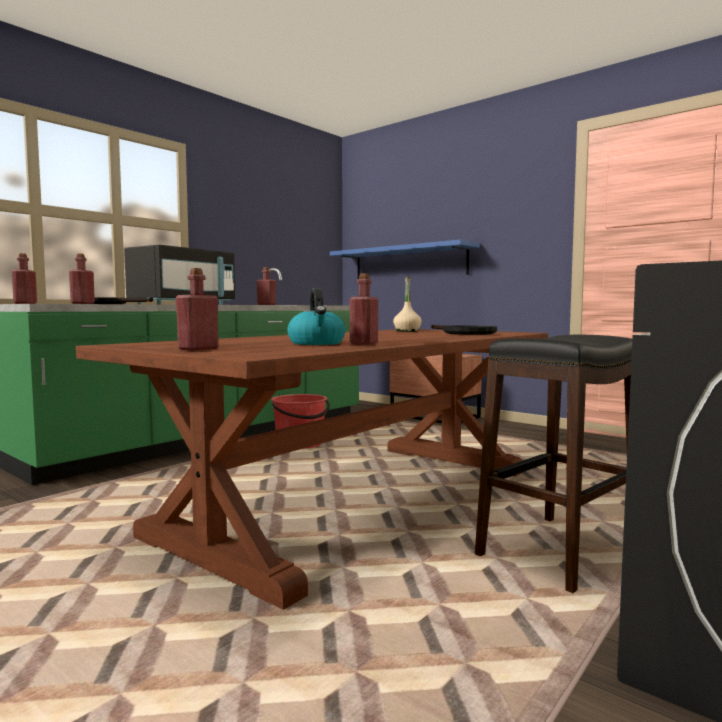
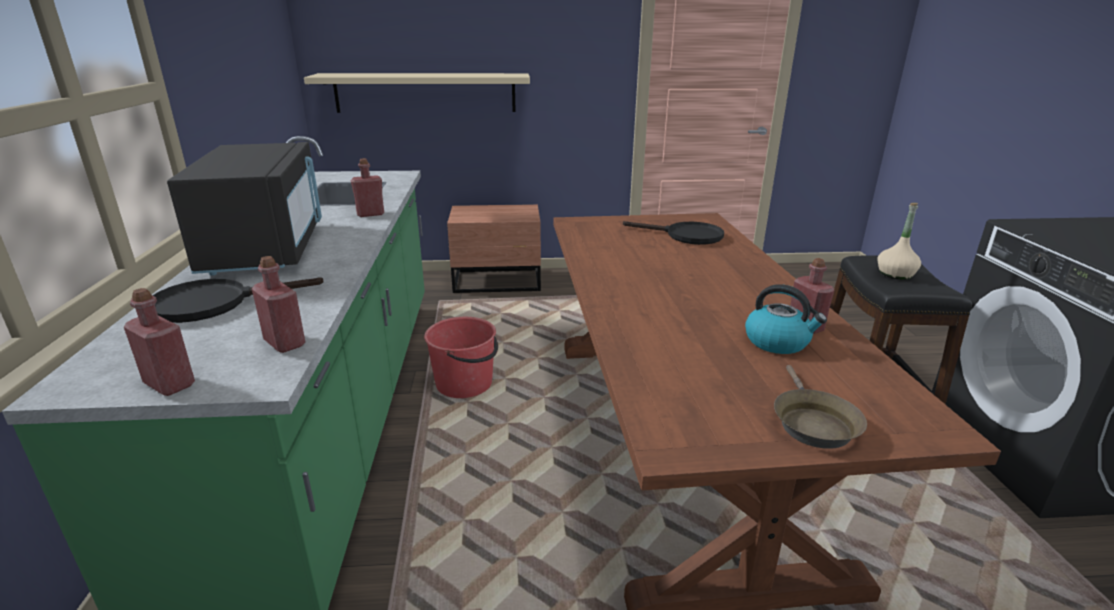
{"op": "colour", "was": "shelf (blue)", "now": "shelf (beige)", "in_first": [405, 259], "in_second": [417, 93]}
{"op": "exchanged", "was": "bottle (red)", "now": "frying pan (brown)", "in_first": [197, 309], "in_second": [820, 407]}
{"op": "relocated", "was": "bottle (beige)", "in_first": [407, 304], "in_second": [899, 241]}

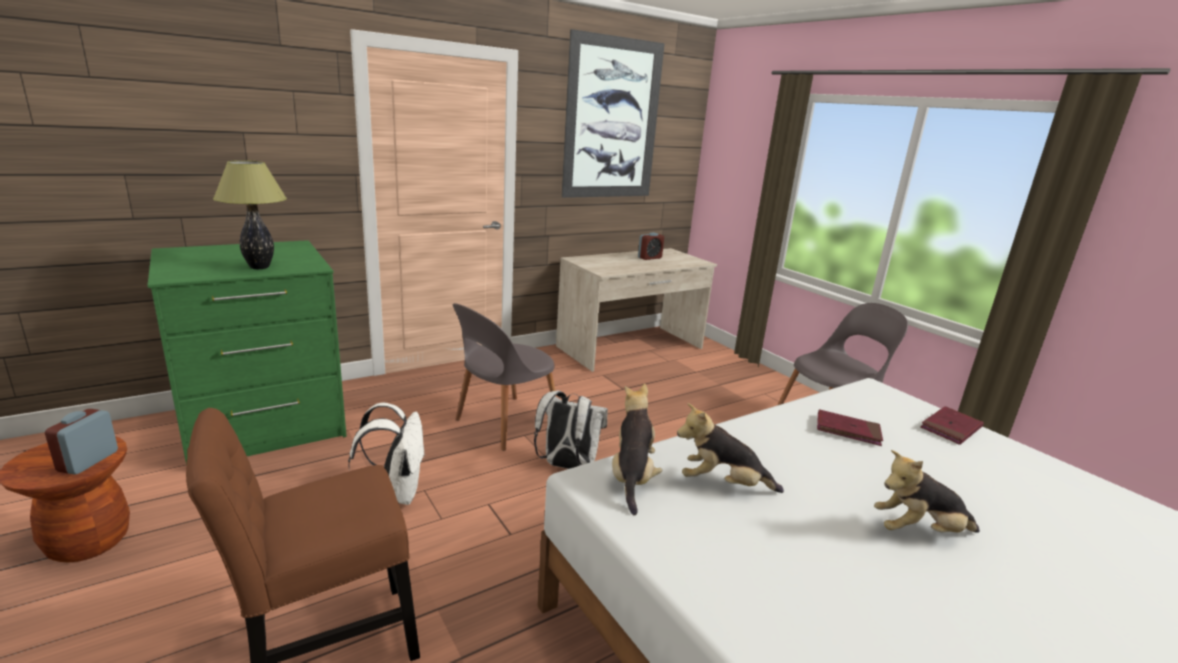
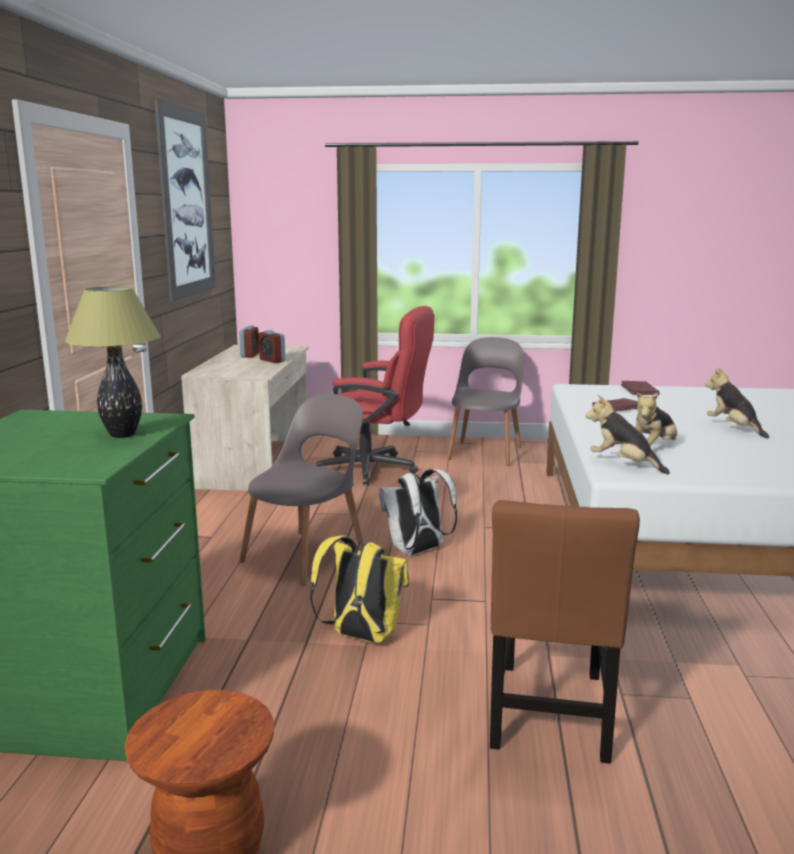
{"op": "spun", "was": "chair (grey)", "in_first": [505, 377], "in_second": [301, 490], "clockwise": -135}
{"op": "colour", "was": "backpack (white)", "now": "backpack (yellow)", "in_first": [387, 454], "in_second": [359, 589]}
{"op": "relocated", "was": "alarm clock", "in_first": [81, 442], "in_second": [271, 346]}
{"op": "spun", "was": "plush toy", "in_first": [927, 491], "in_second": [737, 403], "clockwise": 120}
{"op": "appeared", "now": "office chair (red)", "in_second": [375, 395]}

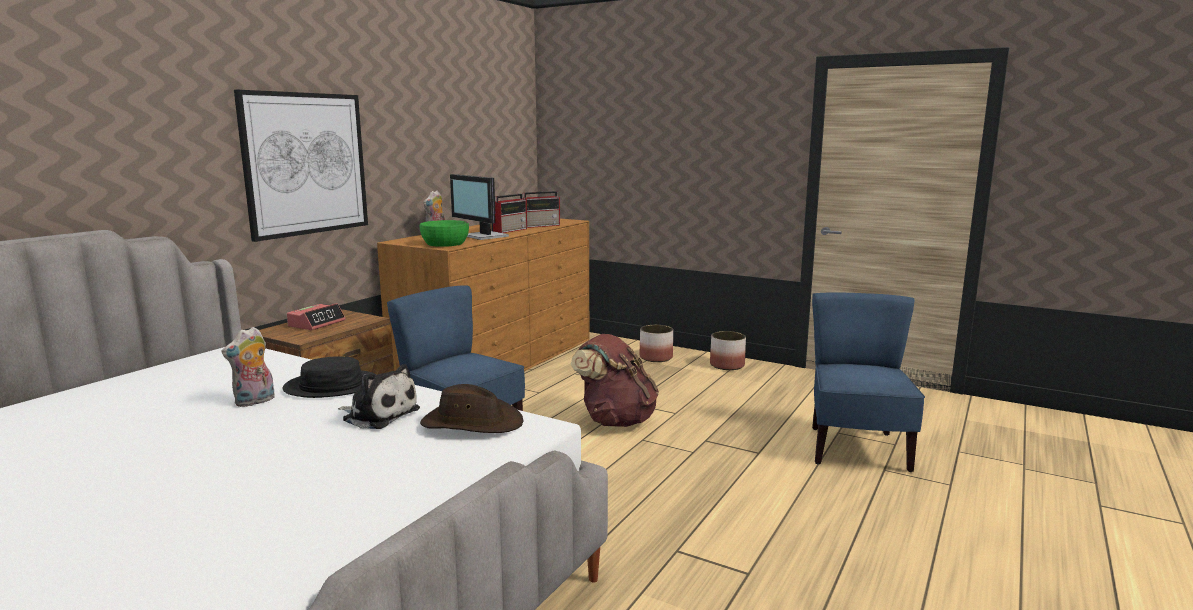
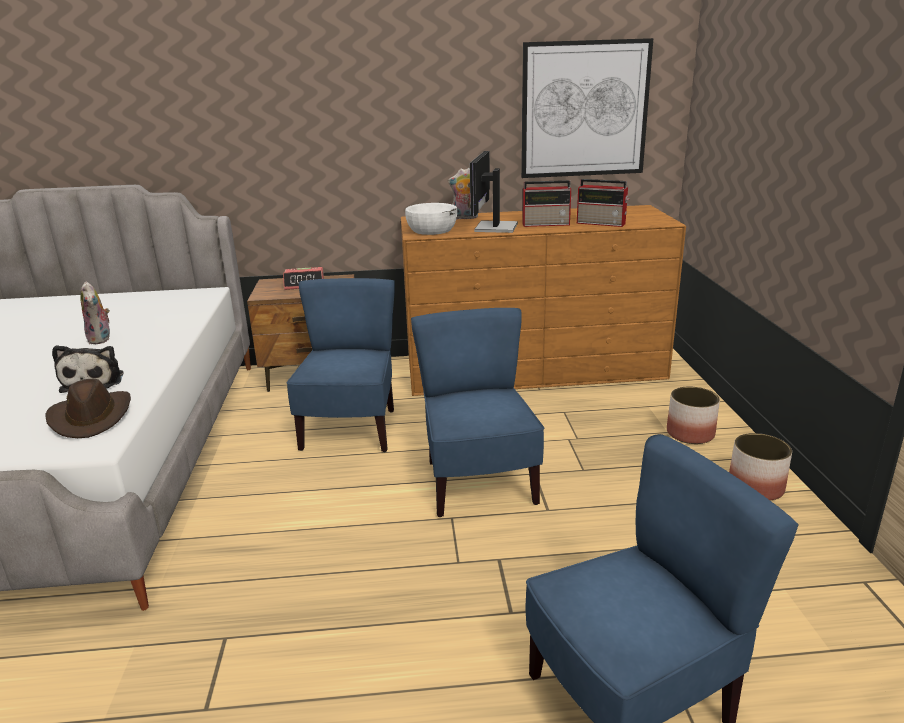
{"op": "relocated", "was": "picture", "in_first": [301, 166], "in_second": [587, 108]}
{"op": "colour", "was": "bowl (green)", "now": "bowl (white)", "in_first": [444, 233], "in_second": [431, 219]}
{"op": "spun", "was": "plush toy", "in_first": [248, 367], "in_second": [95, 313], "clockwise": -120}
{"op": "exchanged", "was": "backpack (brown)", "now": "chair (blue)", "in_first": [615, 380], "in_second": [477, 412]}
{"op": "missing", "was": "hat (black)", "in_first": [329, 377]}

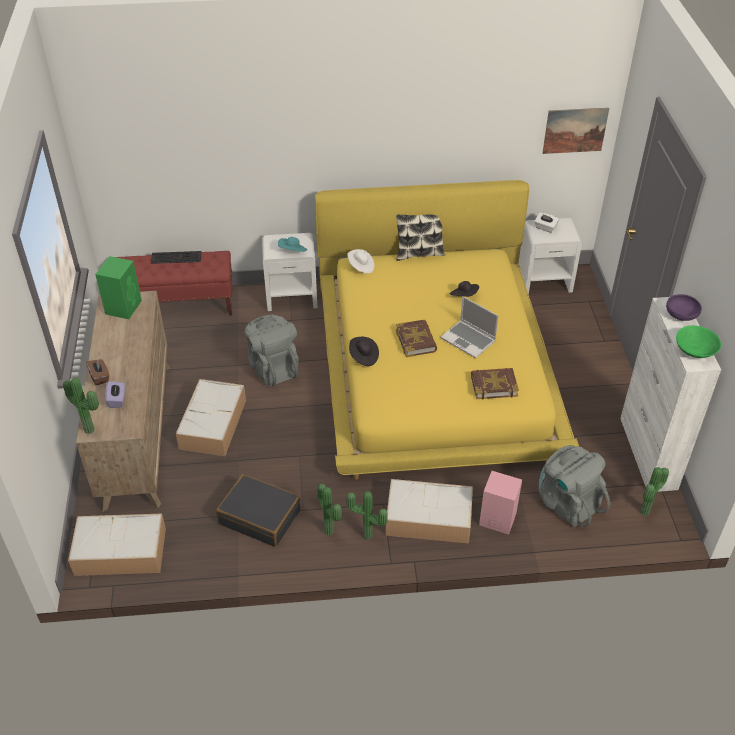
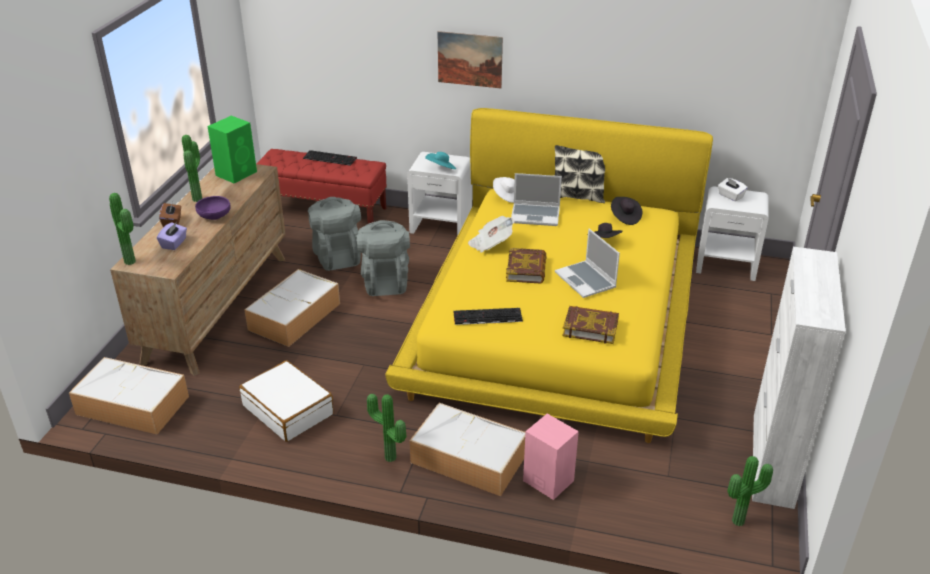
{"op": "relocated", "was": "picture", "in_first": [576, 131], "in_second": [470, 59]}
{"op": "relocated", "was": "bowl (purple)", "in_first": [684, 307], "in_second": [213, 208]}
{"op": "missing", "was": "bowl (green)", "in_first": [698, 341]}
{"op": "relocated", "was": "hat (black)", "in_first": [364, 351], "in_second": [626, 211]}
{"op": "relocated", "was": "backpack (grey)", "in_first": [574, 486], "in_second": [334, 234]}
{"op": "colour", "was": "suitcase (black)", "now": "suitcase (white)", "in_first": [258, 510], "in_second": [286, 401]}
{"op": "relocated", "was": "potted plant", "in_first": [330, 510], "in_second": [192, 168]}
{"op": "appeared", "now": "laptop", "in_second": [536, 199]}
{"op": "appeared", "now": "newspaper", "in_second": [491, 234]}
{"op": "appeared", "now": "keyboard", "in_second": [488, 316]}

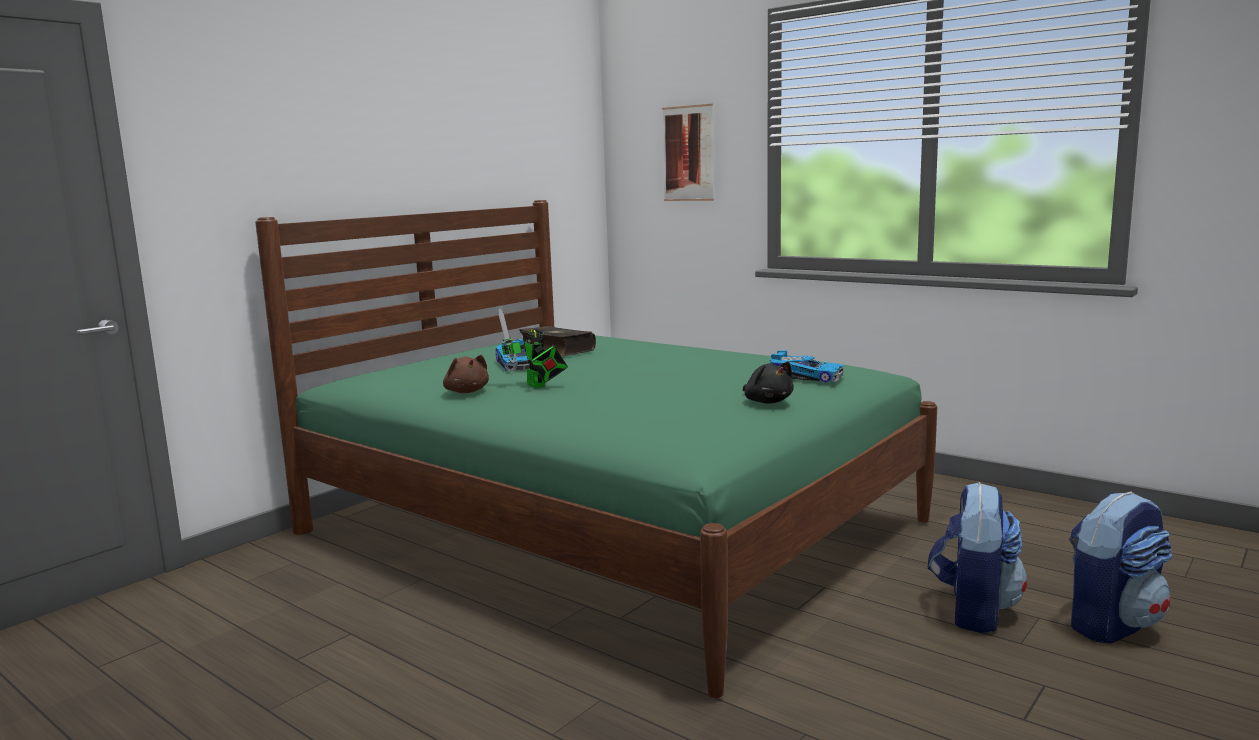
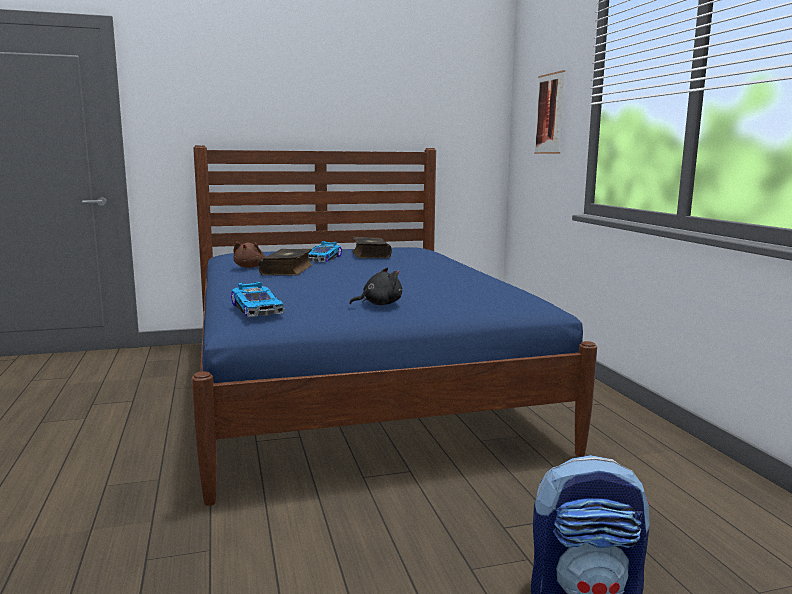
{"op": "colour", "was": "bed (green)", "now": "bed (blue)", "in_first": [596, 449], "in_second": [394, 325]}
{"op": "exchanged", "was": "toy robot", "now": "book", "in_first": [533, 348], "in_second": [285, 262]}
{"op": "relocated", "was": "toy car", "in_first": [807, 366], "in_second": [258, 299]}
{"op": "spun", "was": "plush toy (black)", "in_first": [768, 383], "in_second": [375, 286], "clockwise": -120}
{"op": "missing", "was": "backpack", "in_first": [977, 558]}

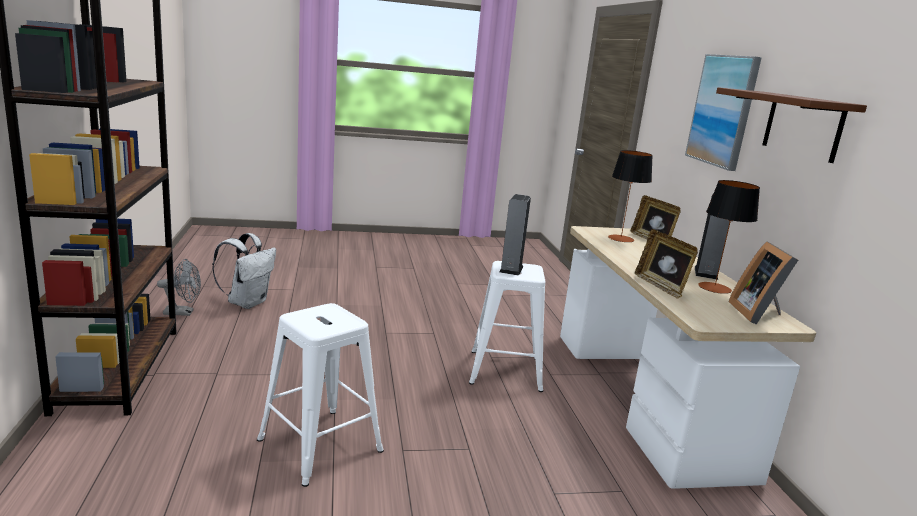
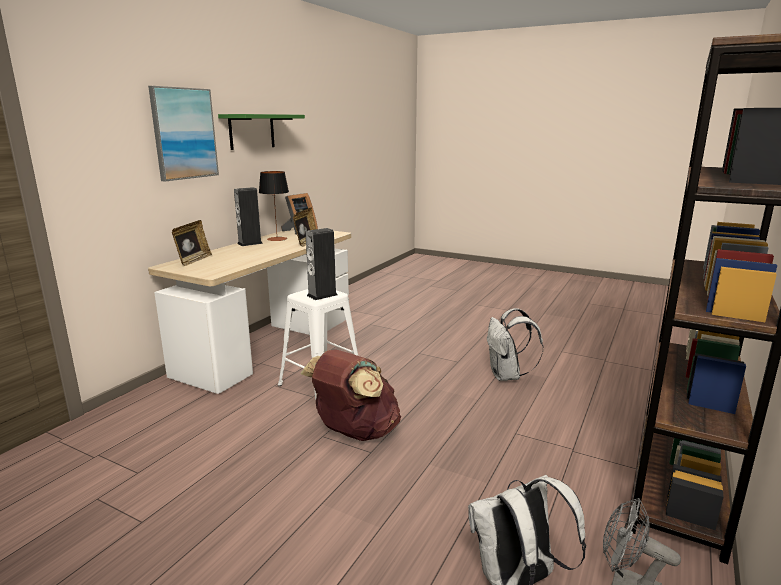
{"op": "colour", "was": "shelf (brown)", "now": "shelf (green)", "in_first": [791, 125], "in_second": [261, 132]}
{"op": "missing", "was": "table lamp", "in_first": [630, 196]}
{"op": "exchanged", "was": "stool (white)", "now": "backpack (white)", "in_first": [320, 395], "in_second": [515, 344]}
{"op": "appeared", "now": "backpack (brown)", "in_second": [350, 395]}

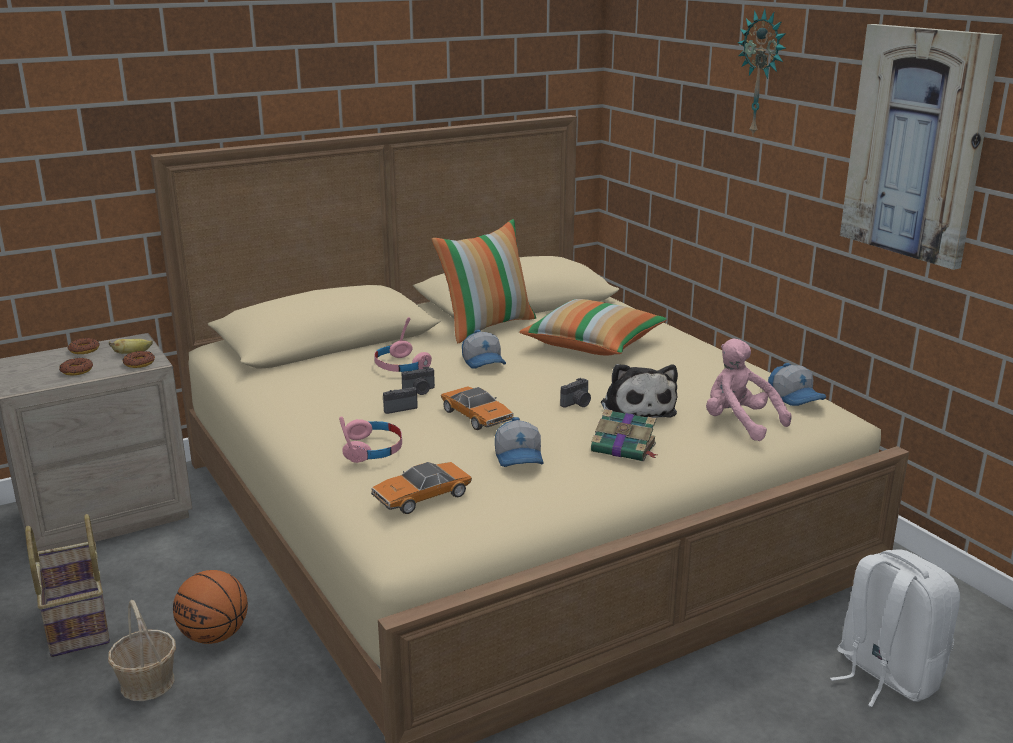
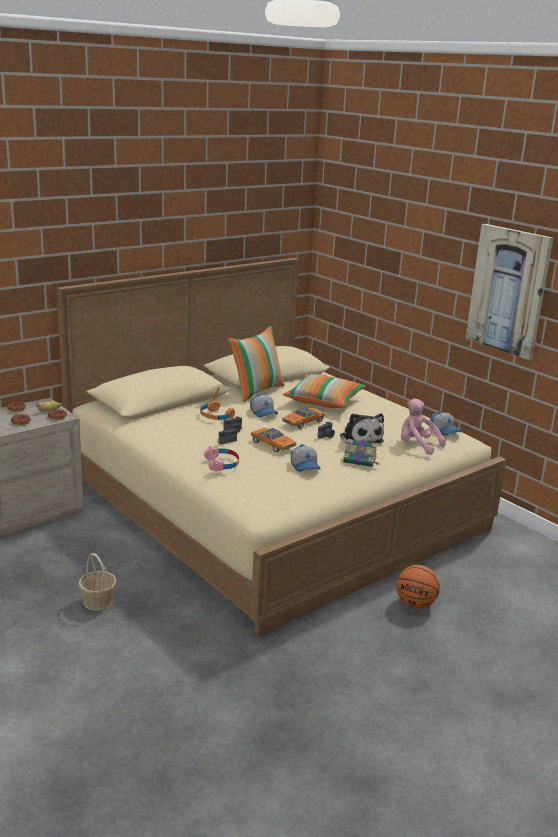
{"op": "missing", "was": "wall clock", "in_first": [761, 72]}
{"op": "colour", "was": "headphones (pink)", "now": "headphones (orange)", "in_first": [403, 344], "in_second": [217, 403]}
{"op": "relocated", "was": "toy car", "in_first": [421, 488], "in_second": [303, 418]}
{"op": "missing", "was": "basket", "in_first": [67, 585]}
{"op": "missing", "was": "backpack (white)", "in_first": [895, 628]}
{"op": "relocated", "was": "basketball", "in_first": [210, 607], "in_second": [418, 587]}

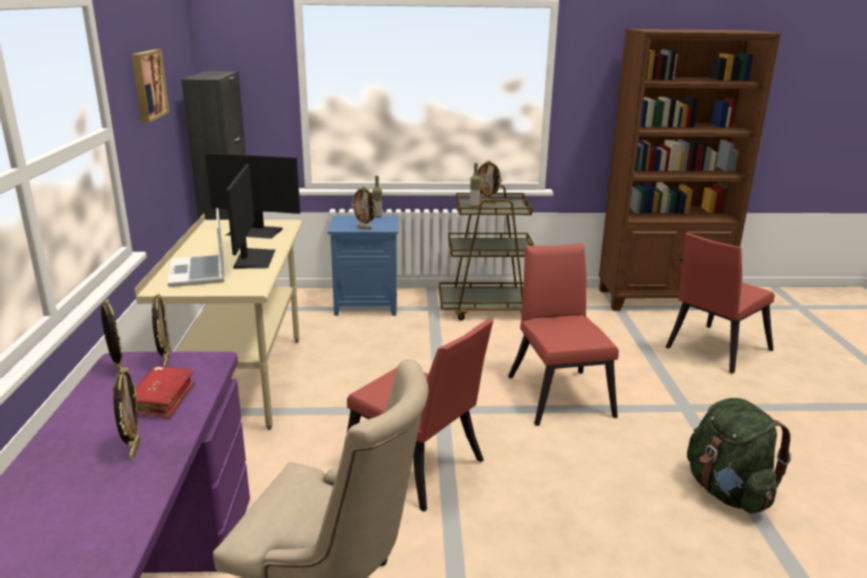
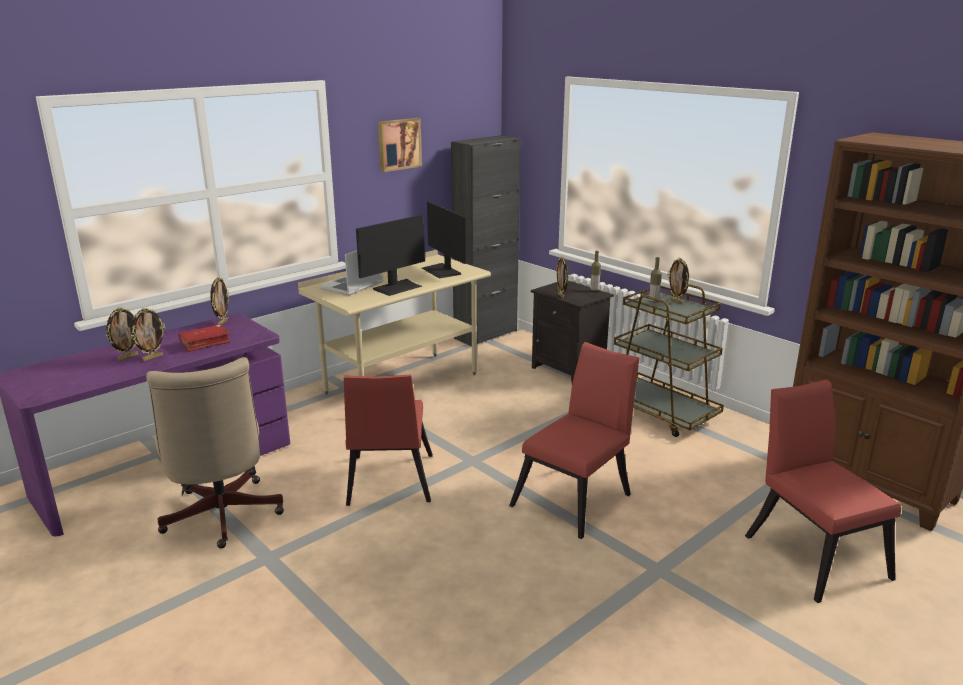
{"op": "colour", "was": "nightstand (blue)", "now": "nightstand (black)", "in_first": [363, 266], "in_second": [572, 332]}
{"op": "spun", "was": "chair (red)", "in_first": [720, 303], "in_second": [823, 491], "clockwise": 60}
{"op": "relocated", "was": "picture frame", "in_first": [161, 330], "in_second": [122, 334]}
{"op": "missing", "was": "backpack (green)", "in_first": [739, 456]}

